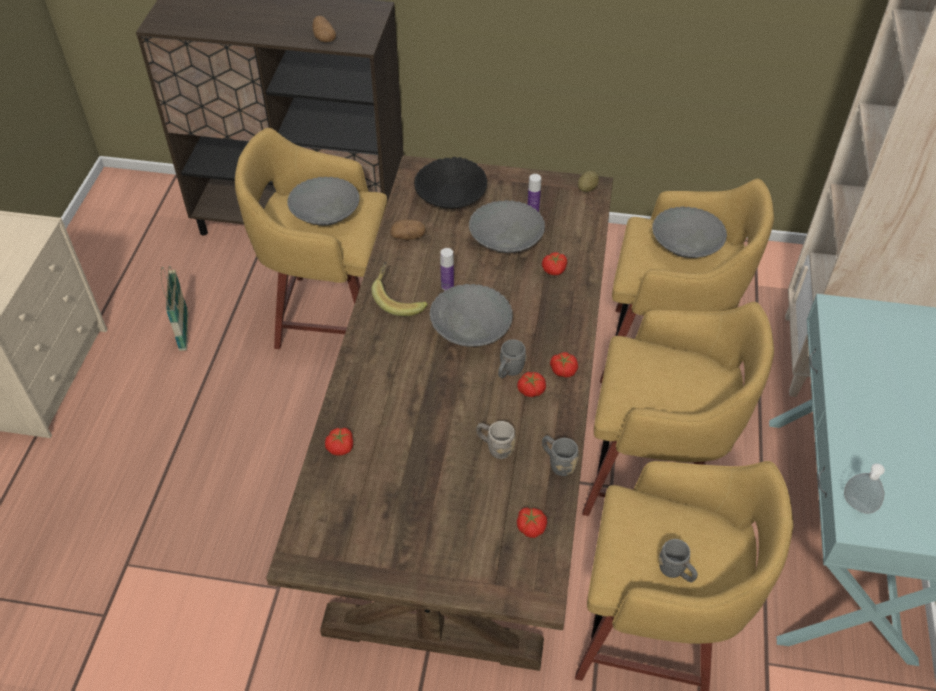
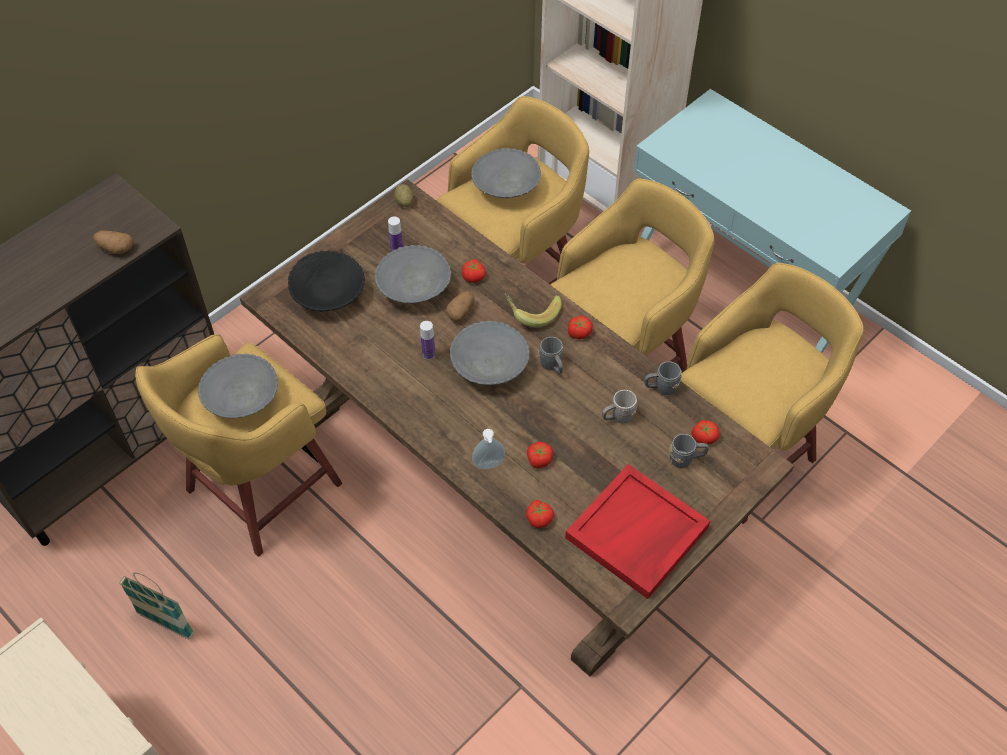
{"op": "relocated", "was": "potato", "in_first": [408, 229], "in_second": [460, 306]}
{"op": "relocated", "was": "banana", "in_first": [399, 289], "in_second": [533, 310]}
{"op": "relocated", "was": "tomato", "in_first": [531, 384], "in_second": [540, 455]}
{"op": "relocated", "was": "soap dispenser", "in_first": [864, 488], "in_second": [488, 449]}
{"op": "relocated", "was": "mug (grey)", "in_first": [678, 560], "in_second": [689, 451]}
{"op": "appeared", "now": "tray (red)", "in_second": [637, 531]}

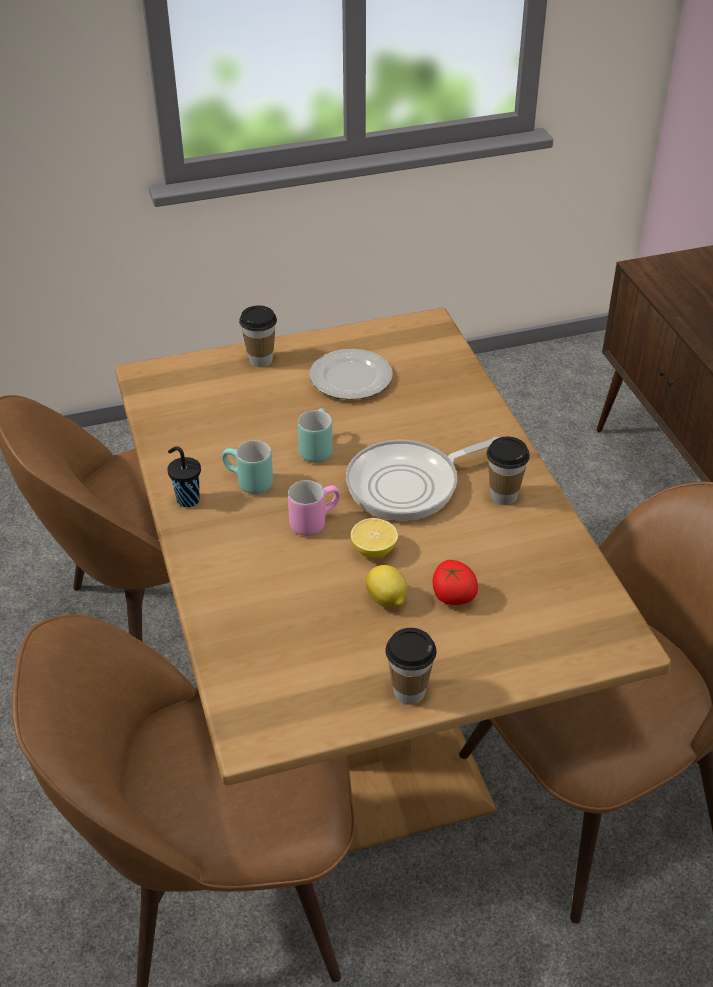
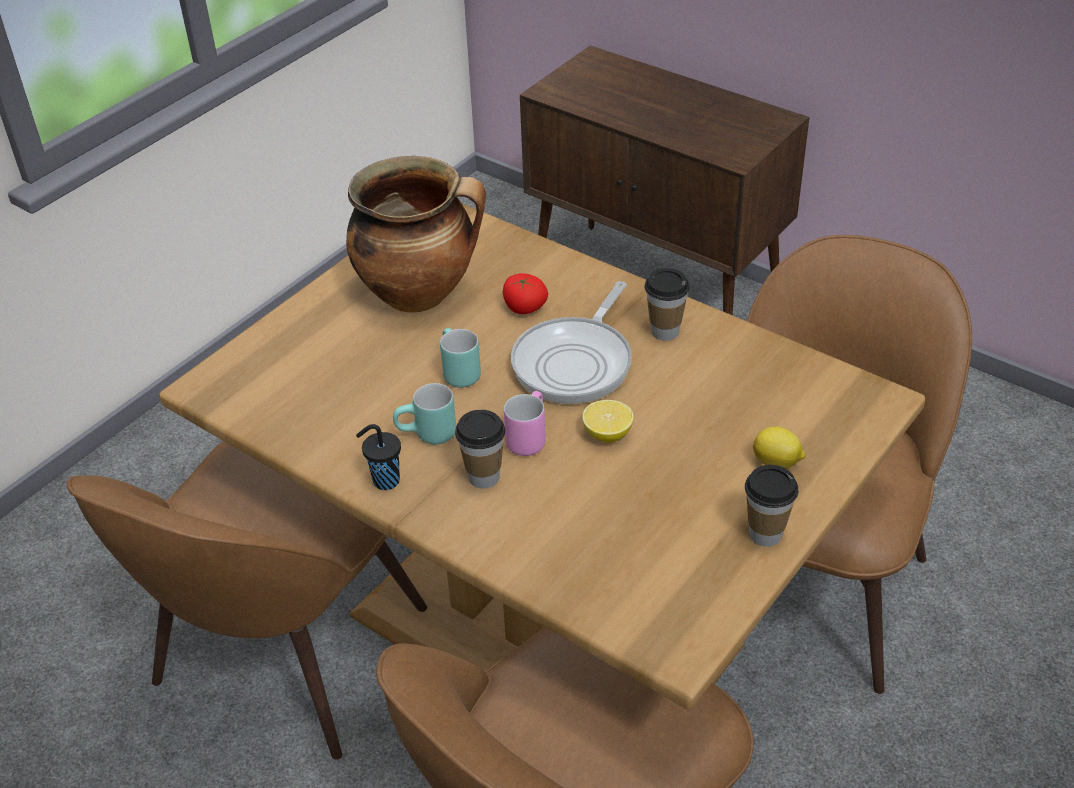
{"op": "relocated", "was": "cup", "in_first": [258, 336], "in_second": [480, 449]}
{"op": "exchanged", "was": "plate", "now": "cooking pot", "in_first": [351, 374], "in_second": [416, 234]}
{"op": "relocated", "was": "tomato", "in_first": [455, 582], "in_second": [525, 293]}
{"op": "relocated", "was": "lemon", "in_first": [386, 586], "in_second": [779, 447]}

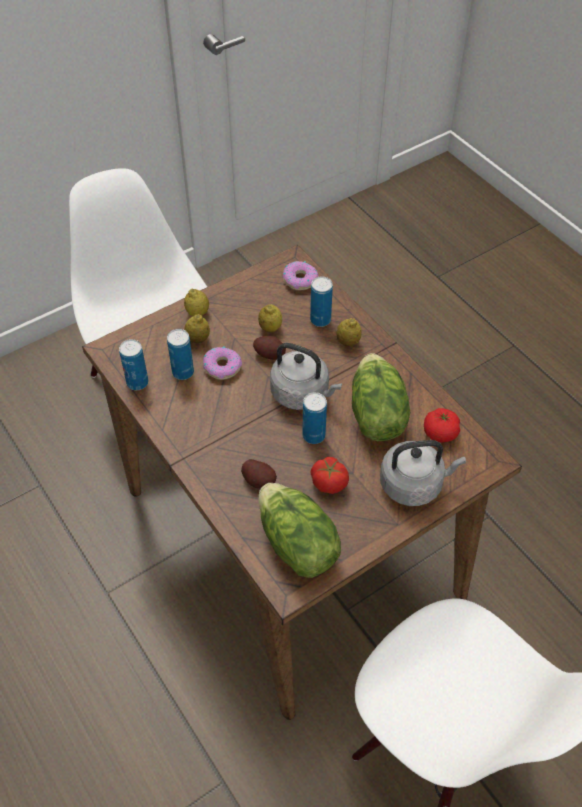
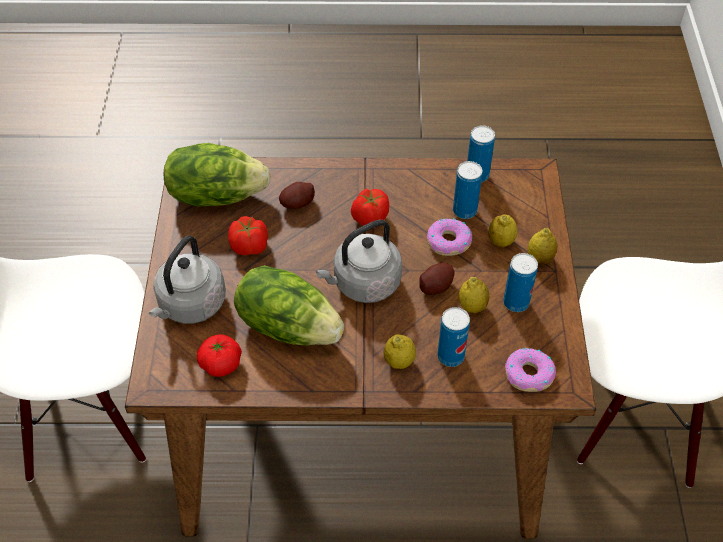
{"op": "relocated", "was": "can", "in_first": [314, 418], "in_second": [520, 282]}
{"op": "appeared", "now": "tomato", "in_second": [370, 207]}

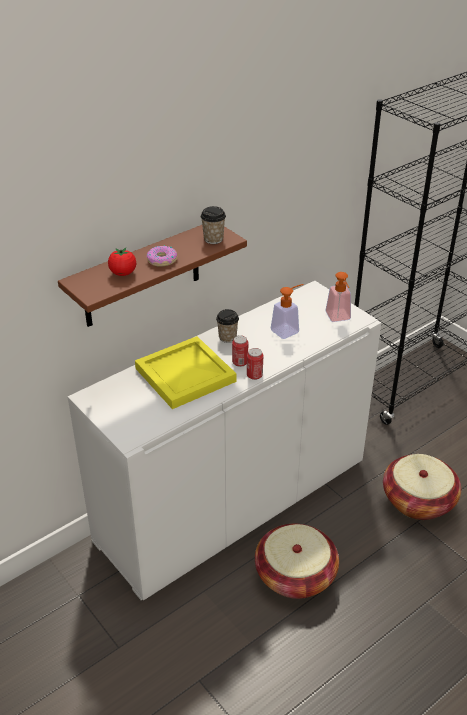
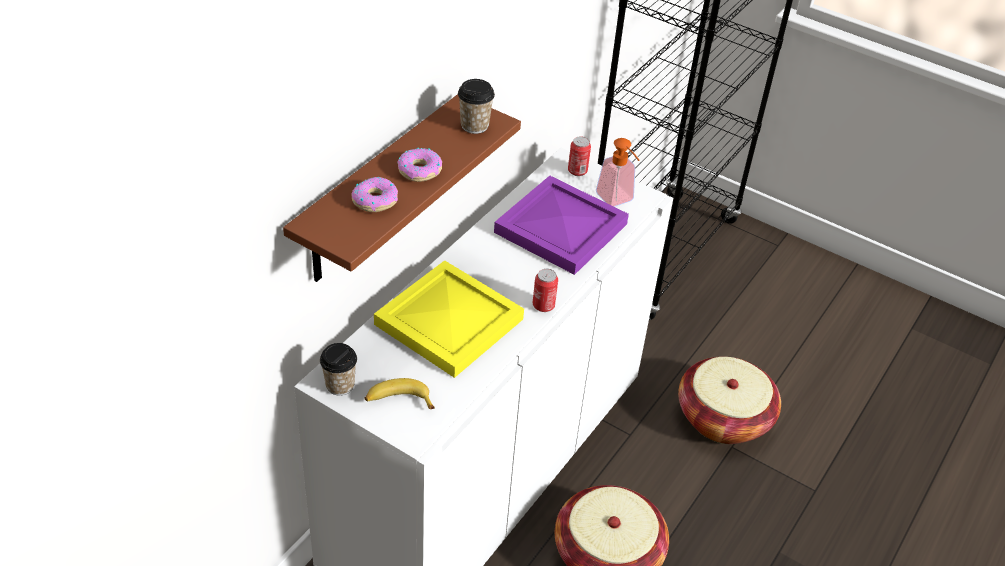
{"op": "exchanged", "was": "tomato", "now": "donut", "in_first": [122, 262], "in_second": [374, 194]}
{"op": "exchanged", "was": "soap dispenser", "now": "tray (purple)", "in_first": [287, 311], "in_second": [561, 225]}
{"op": "relocated", "was": "cup", "in_first": [227, 326], "in_second": [338, 369]}
{"op": "relocated", "was": "can", "in_first": [240, 351], "in_second": [579, 156]}
{"op": "appeared", "now": "banana", "in_second": [400, 393]}

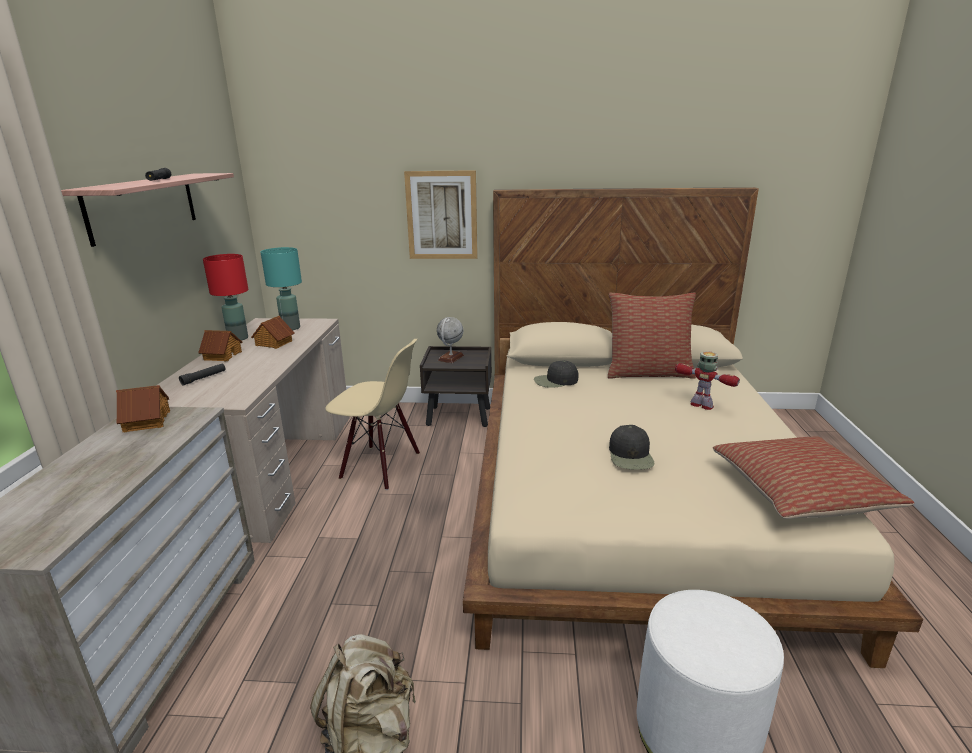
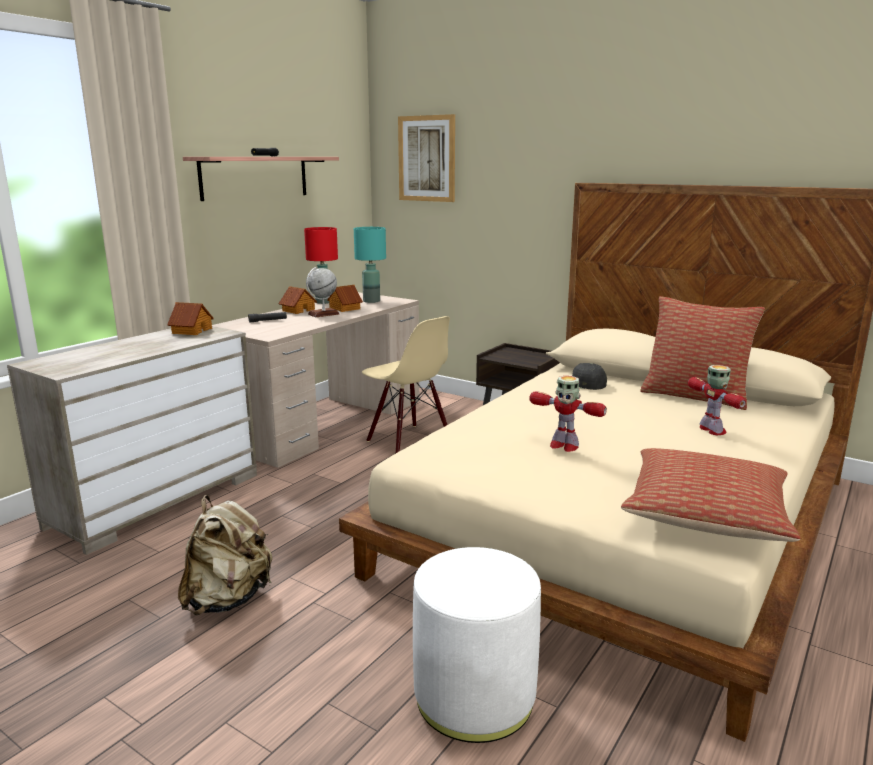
{"op": "relocated", "was": "picture", "in_first": [441, 214], "in_second": [426, 158]}
{"op": "relocated", "was": "globe", "in_first": [450, 340], "in_second": [323, 292]}
{"op": "exchanged", "was": "cap (black)", "now": "toy robot", "in_first": [632, 447], "in_second": [568, 414]}

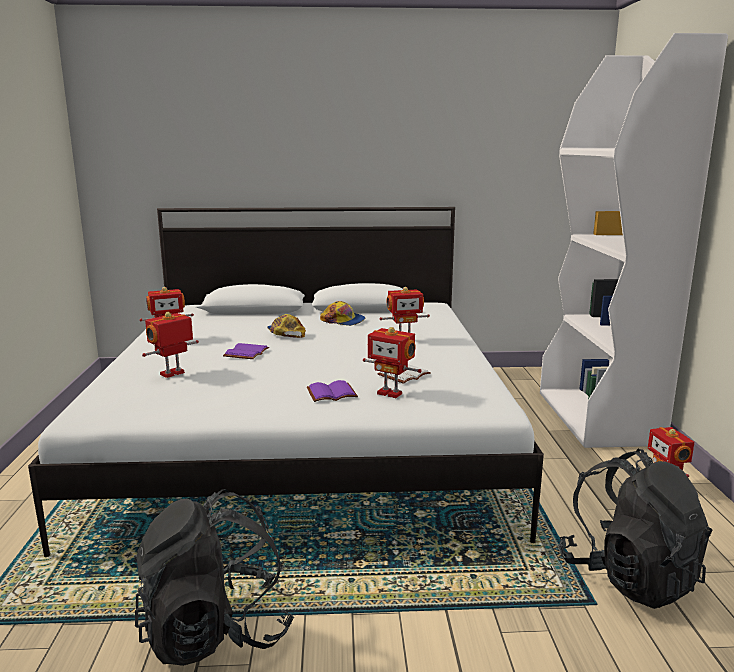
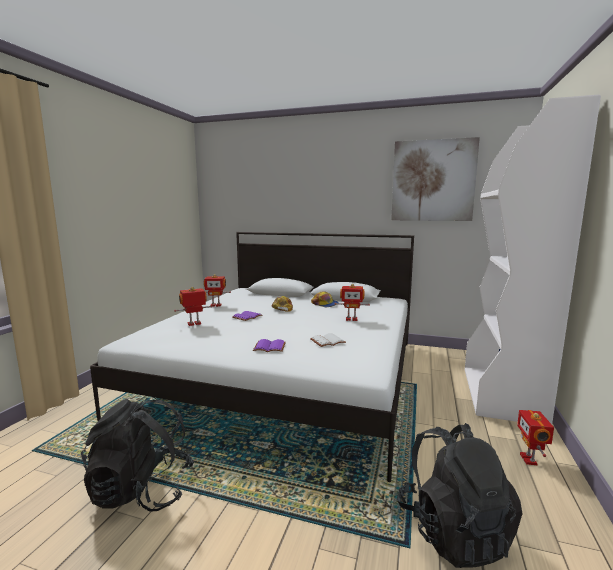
{"op": "missing", "was": "toy robot", "in_first": [392, 362]}
{"op": "appeared", "now": "picture", "in_second": [435, 179]}

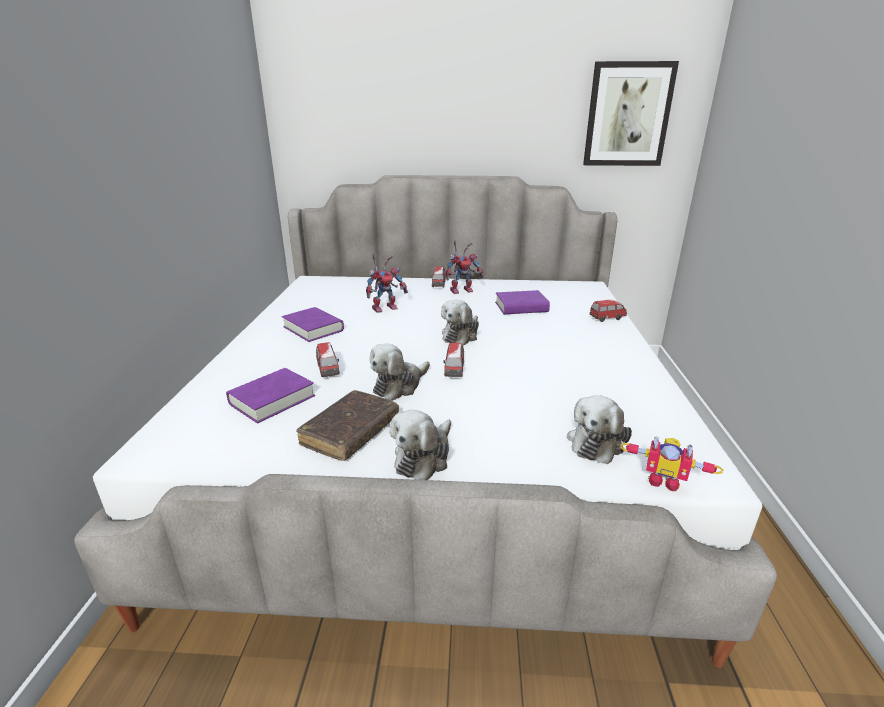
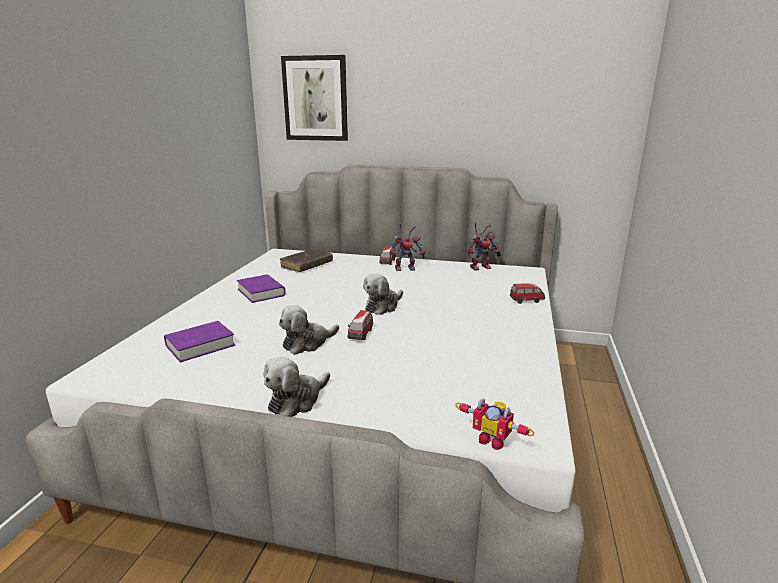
{"op": "relocated", "was": "picture", "in_first": [631, 113], "in_second": [314, 98]}
{"op": "relocated", "was": "toy robot", "in_first": [387, 283], "in_second": [484, 246]}
{"op": "missing", "was": "book (purple)", "in_first": [522, 302]}
{"op": "missing", "was": "toy car", "in_first": [328, 359]}
{"op": "relocated", "was": "book (brown)", "in_first": [347, 425], "in_second": [306, 260]}
{"op": "missing", "was": "plush toy", "in_first": [599, 429]}

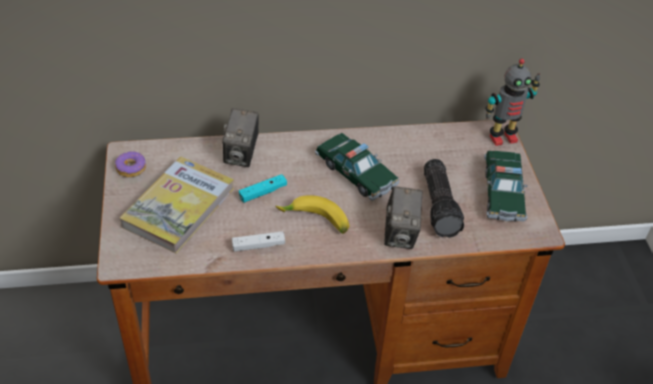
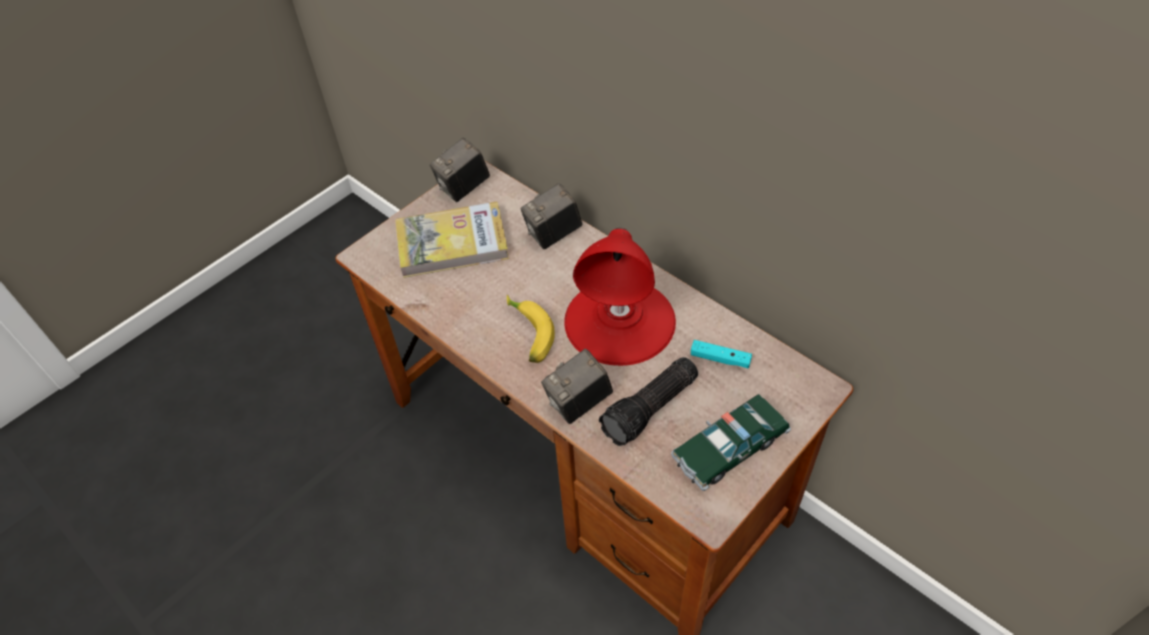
{"op": "missing", "was": "toy robot", "in_first": [512, 102]}
{"op": "exchanged", "was": "toy car", "now": "table lamp (red)", "in_first": [357, 167], "in_second": [620, 297]}
{"op": "exchanged", "was": "donut", "now": "photo camera", "in_first": [130, 164], "in_second": [460, 170]}
{"op": "relocated", "was": "game controller (turquoise)", "in_first": [263, 188], "in_second": [721, 354]}
{"op": "missing", "was": "game controller (white)", "in_first": [258, 241]}

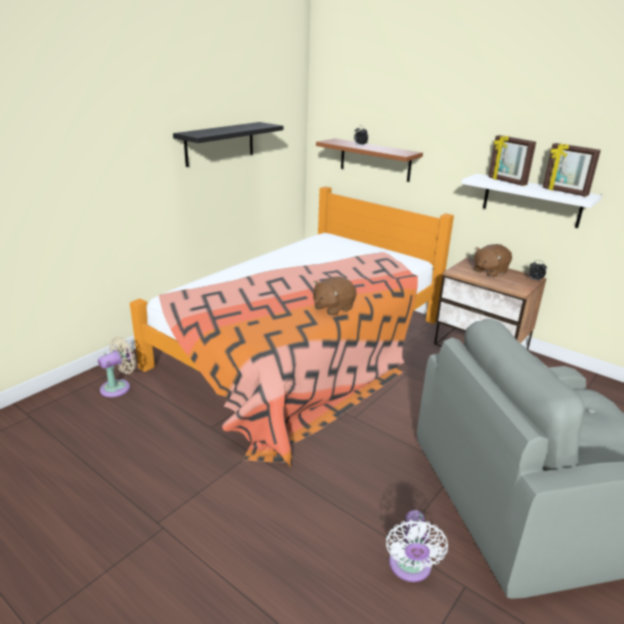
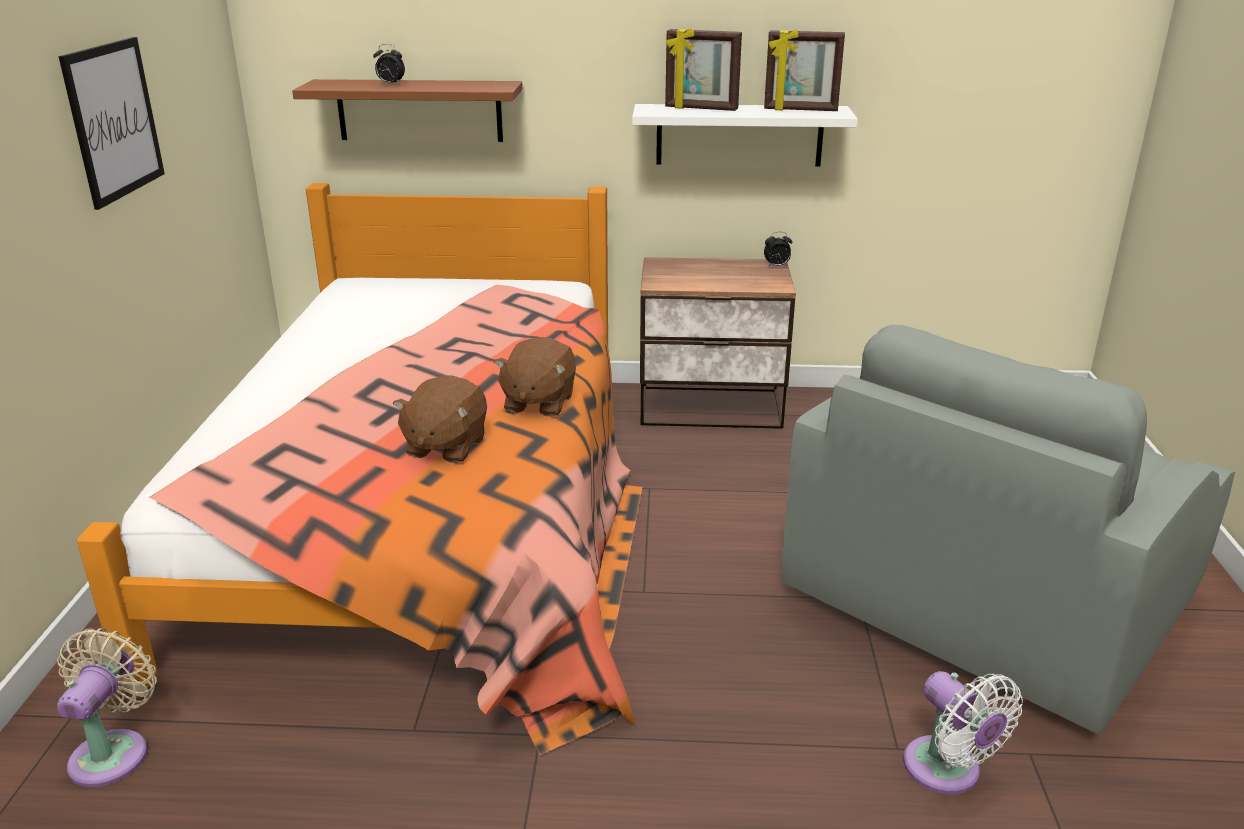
{"op": "exchanged", "was": "shelf (black)", "now": "picture", "in_first": [228, 144], "in_second": [111, 123]}
{"op": "relocated", "was": "plush toy (brown)", "in_first": [493, 260], "in_second": [440, 419]}

